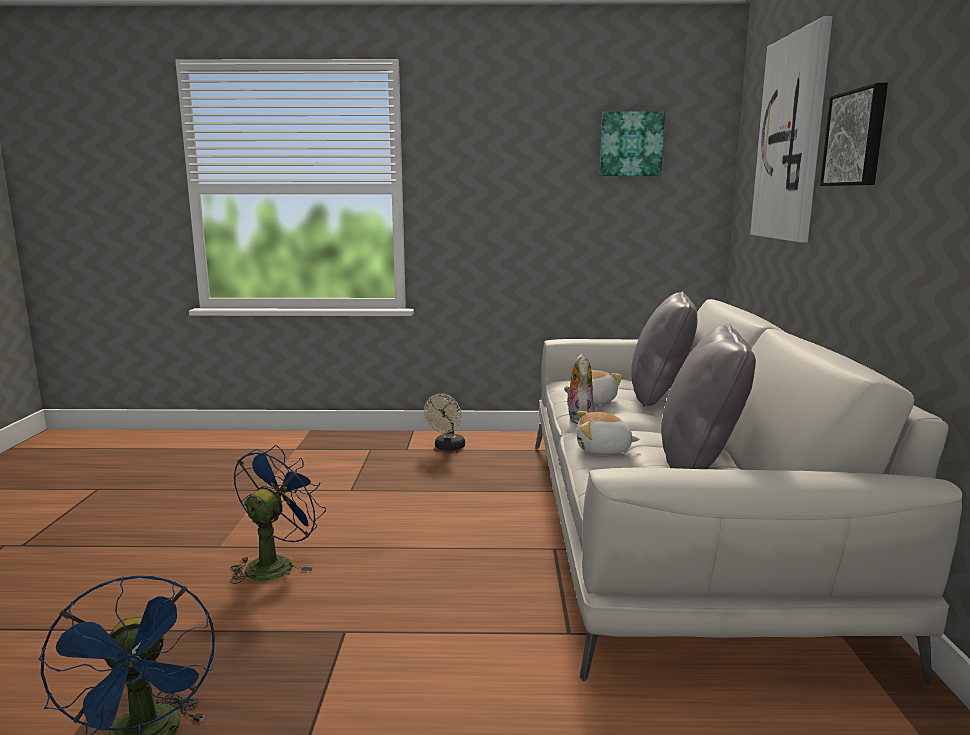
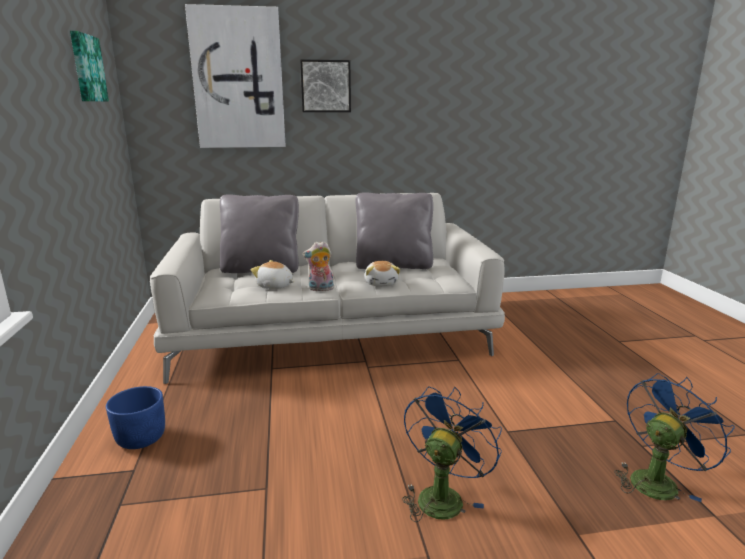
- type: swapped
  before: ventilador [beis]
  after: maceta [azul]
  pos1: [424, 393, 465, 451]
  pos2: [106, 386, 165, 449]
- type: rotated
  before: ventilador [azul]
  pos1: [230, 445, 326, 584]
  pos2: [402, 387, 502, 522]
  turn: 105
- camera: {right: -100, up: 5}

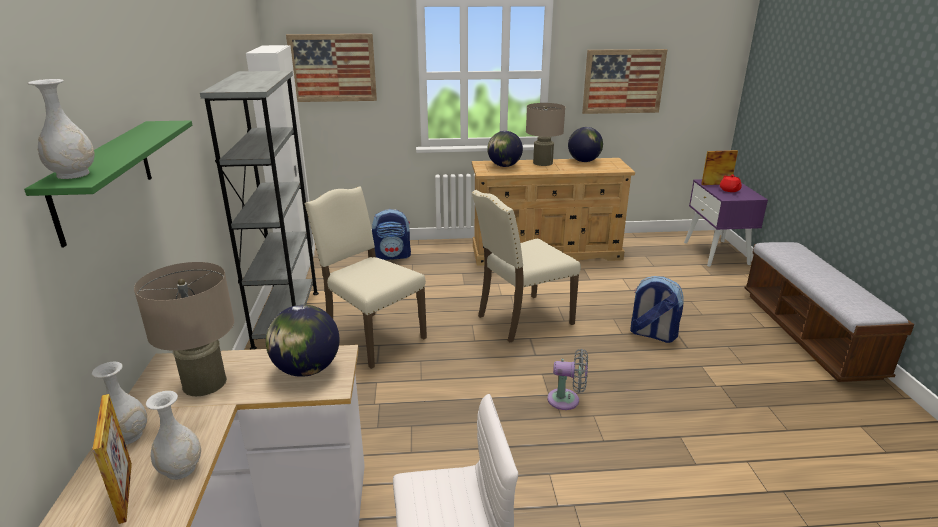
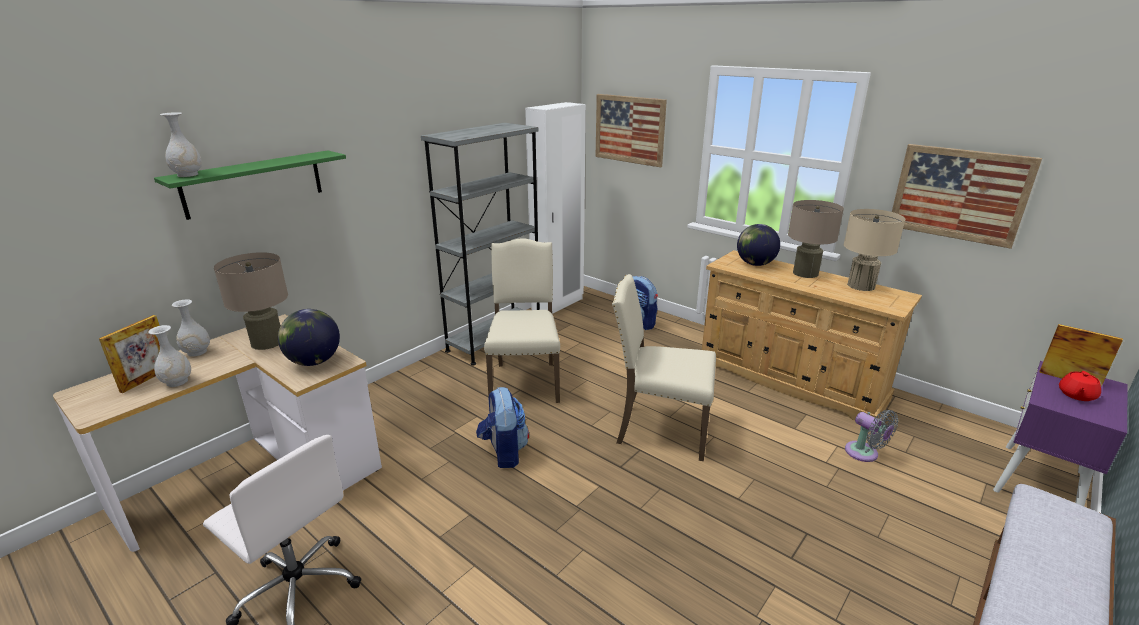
- type: shifted
  before: mochila
  pos1: [630, 276, 684, 343]
  pos2: [476, 387, 529, 468]
- type: swapped
  before: globo terráqueo
  after: lámpara de mesa [beis]
  pos1: [568, 127, 603, 162]
  pos2: [844, 209, 906, 291]
- type: shifted
  before: ventilador [gris]
  pos1: [547, 349, 588, 410]
  pos2: [845, 410, 898, 462]
- camera: {right: 45, up: 0}

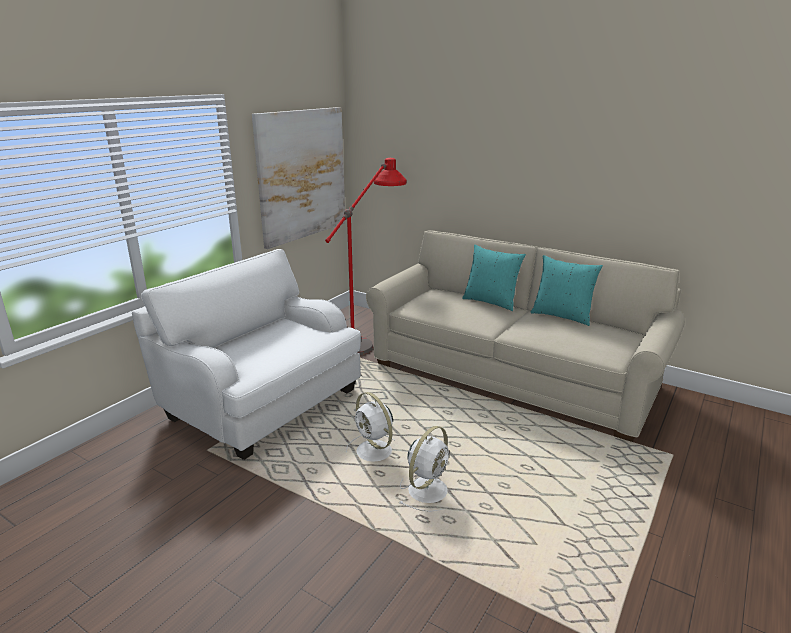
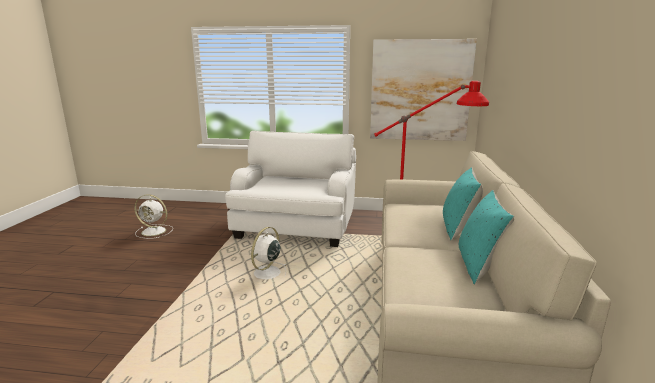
- type: shifted
  before: ventilador [blanco]
  pos1: [400, 426, 449, 512]
  pos2: [134, 194, 173, 239]
- camera: {right: 65, up: -5}

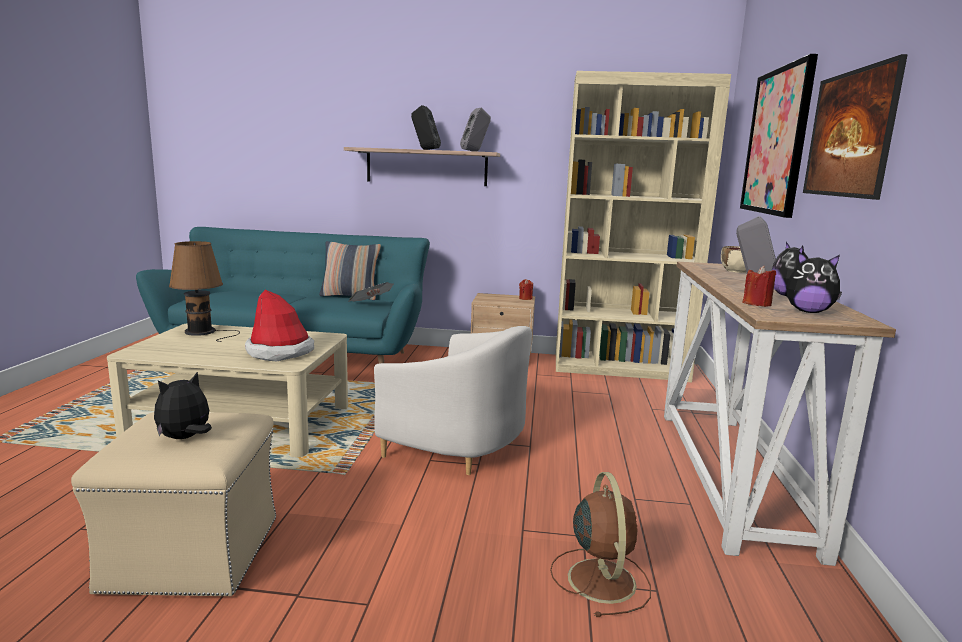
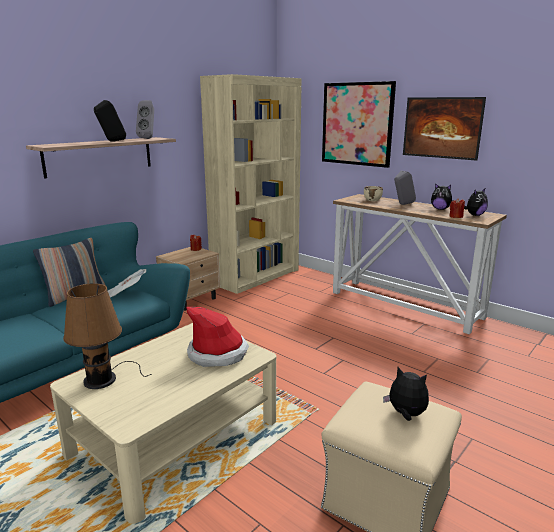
- type: rotated
  before: peluche
  pos1: [154, 372, 212, 439]
  pos2: [383, 367, 429, 421]
  turn: 135
- type: gone
  before: sillón [blanco]
  pos1: [374, 326, 532, 475]
- type: gone
  before: ventilador [marrón]
  pos1: [550, 472, 651, 617]
- camera: {right: -55, up: 5}

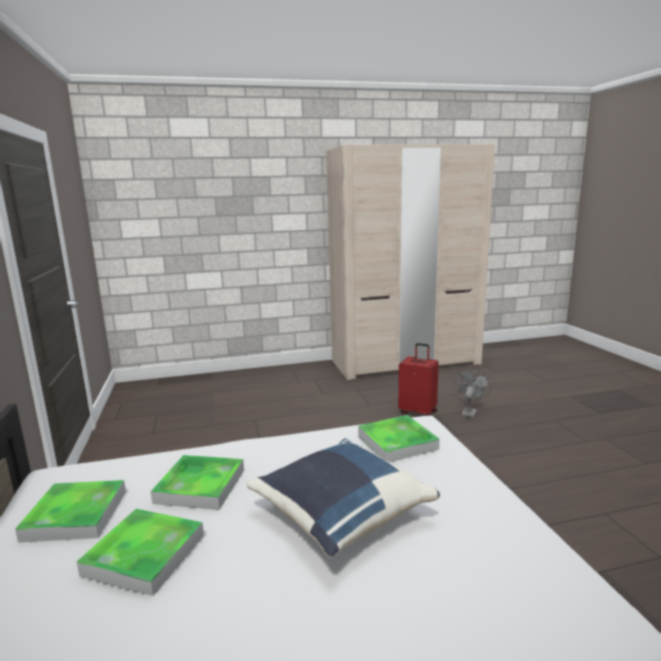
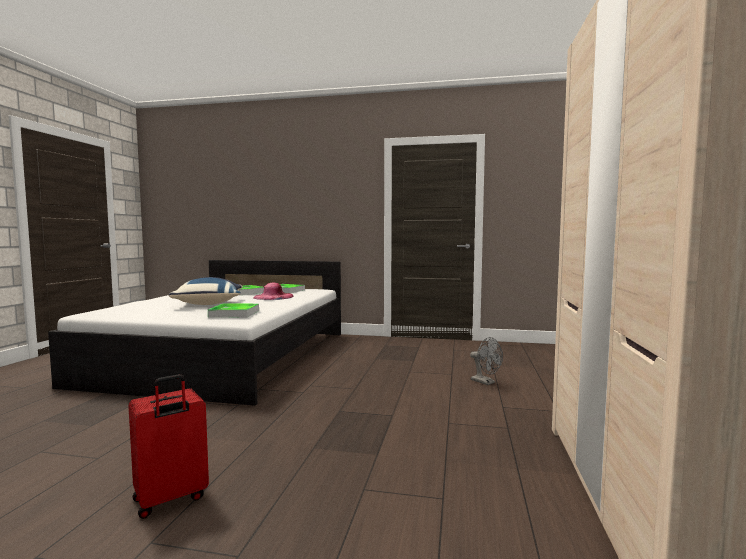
- type: shifted
  before: maleta [rojo]
  pos1: [398, 343, 439, 416]
  pos2: [128, 374, 209, 519]
- type: swapped
  before: bandeja
  after: sombrero [rosa]
  pos1: [151, 455, 244, 510]
  pos2: [253, 283, 294, 300]
- type: shifted
  before: ventilador [gris]
  pos1: [455, 370, 491, 418]
  pos2: [470, 337, 503, 385]
- camera: {right: 115, up: -10}

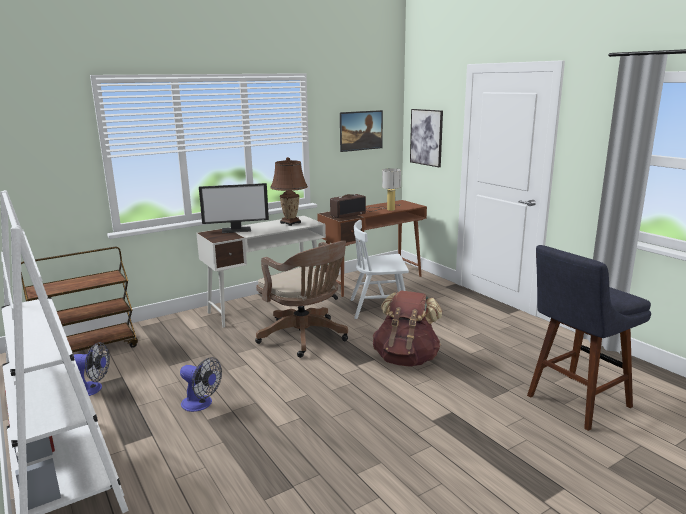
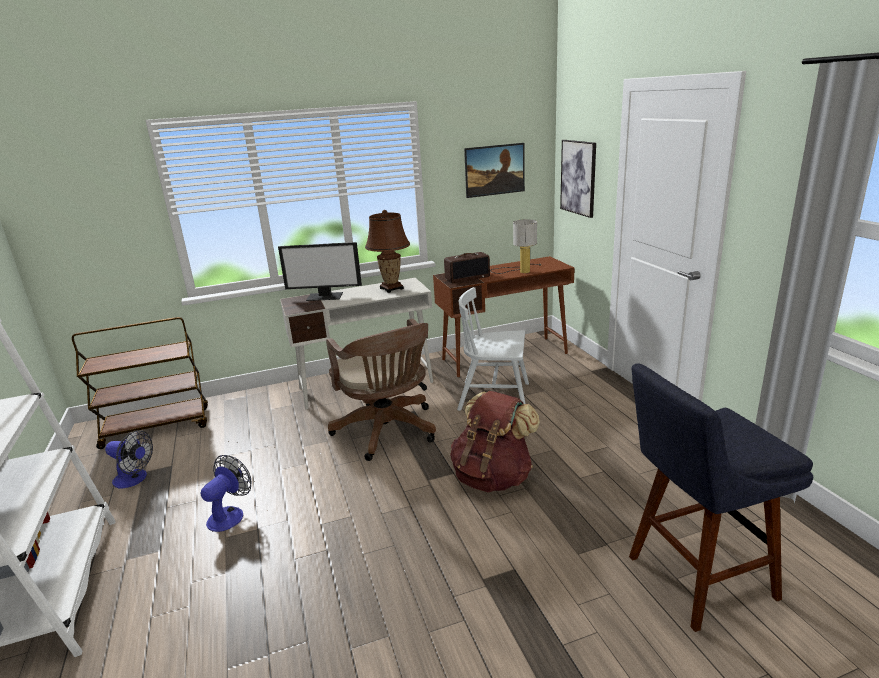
- type: rotated
  before: ventilador
  pos1: [180, 357, 222, 412]
  pos2: [201, 455, 251, 532]
  turn: -105
- camera: {right: 15, up: 5}

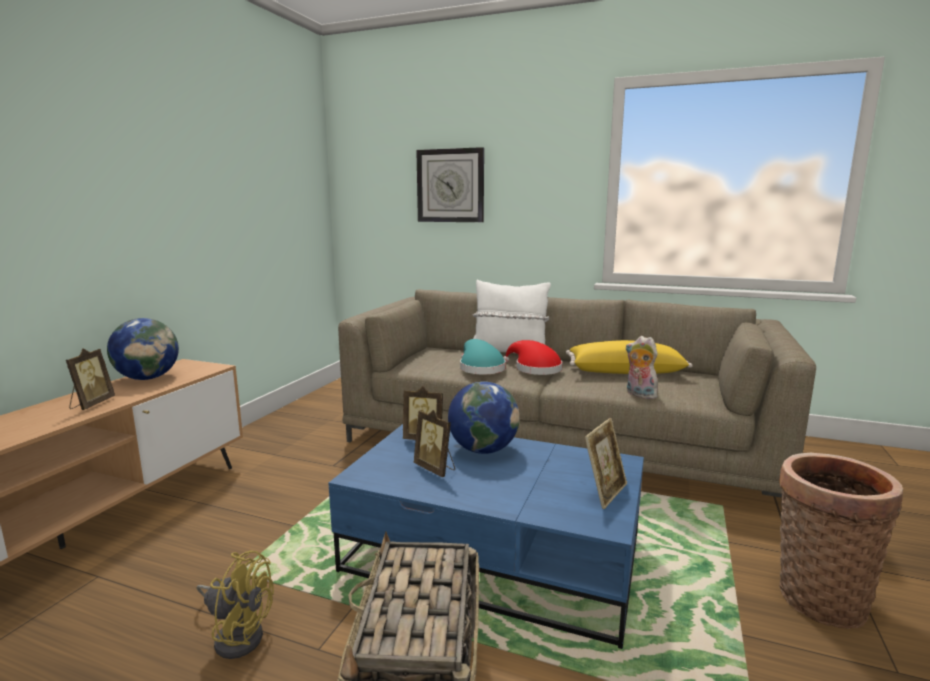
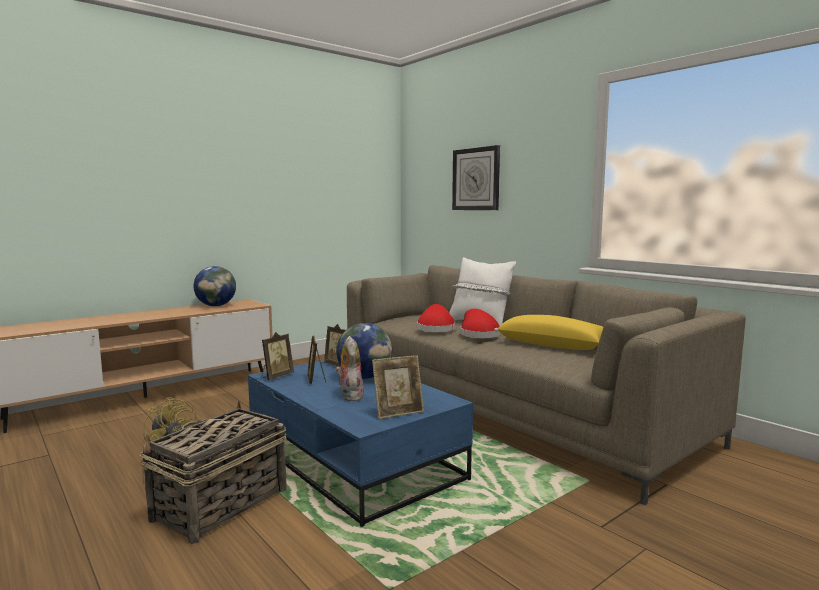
- type: shifted
  before: portarretratos
  pos1: [66, 348, 115, 410]
  pos2: [262, 332, 294, 380]
- type: shifted
  before: peluche
  pos1: [626, 336, 658, 399]
  pos2: [336, 336, 364, 401]
- type: repainted
  before: sombrero [turquesa]
  after: sombrero [rojo]
  pos1: [460, 339, 506, 374]
  pos2: [417, 304, 455, 332]
- type: gone
  before: cesta
  pos1: [779, 453, 903, 629]
- camera: {right: 30, up: -5}

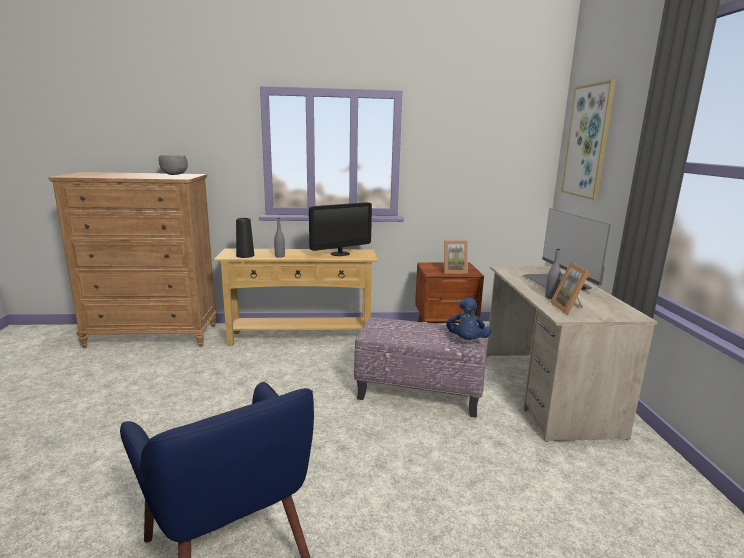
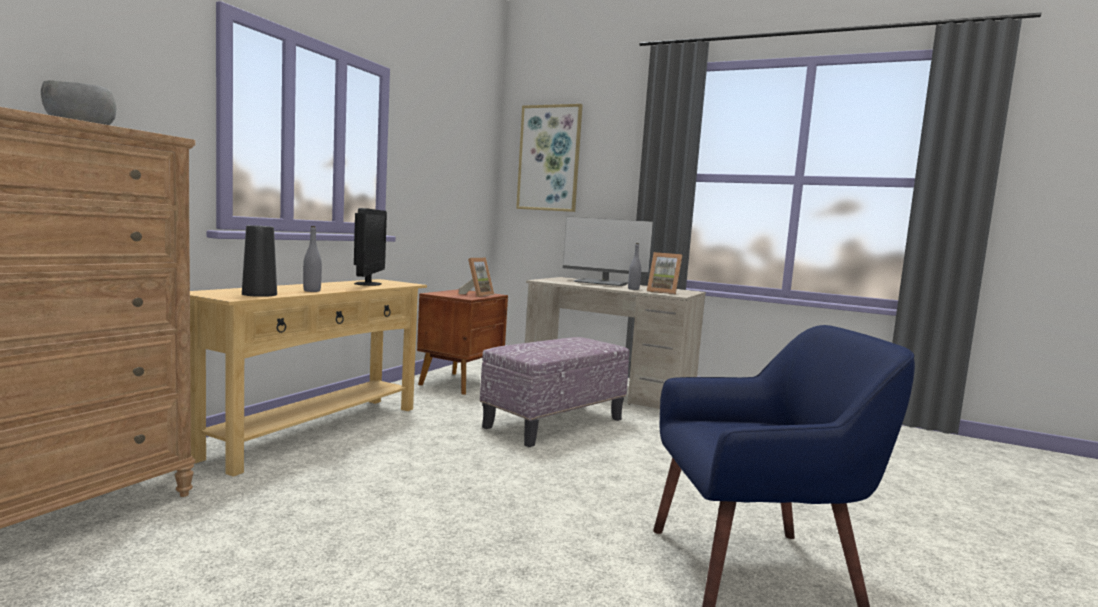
- type: gone
  before: peluche [azul]
  pos1: [446, 298, 491, 340]
- camera: {right: -60, up: -10}

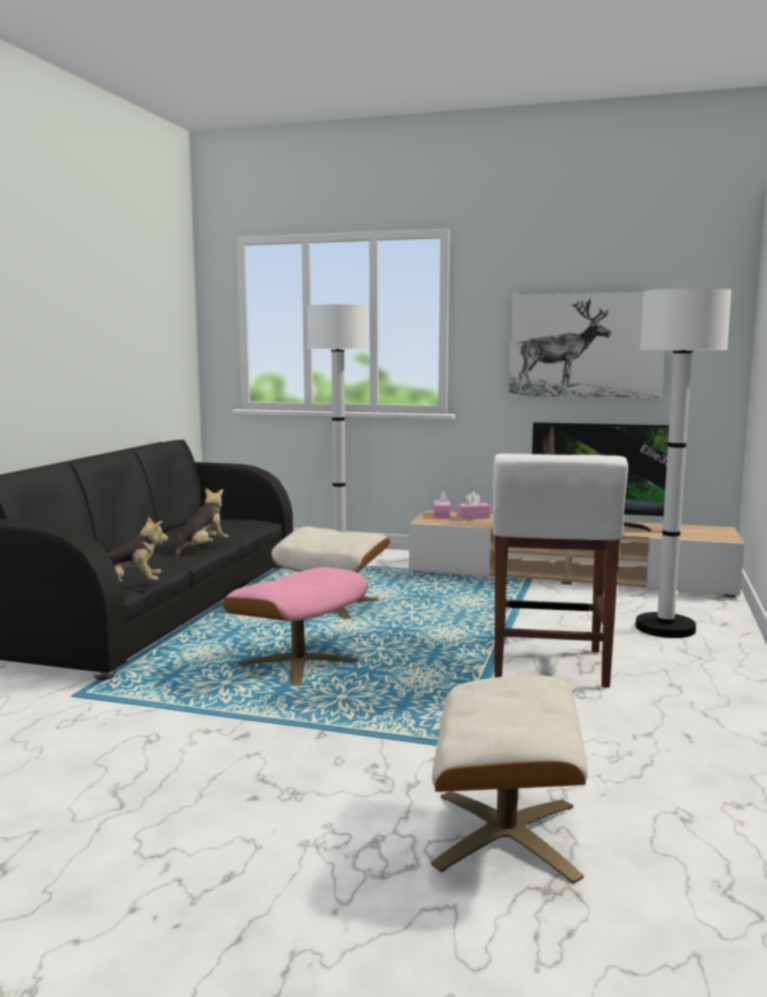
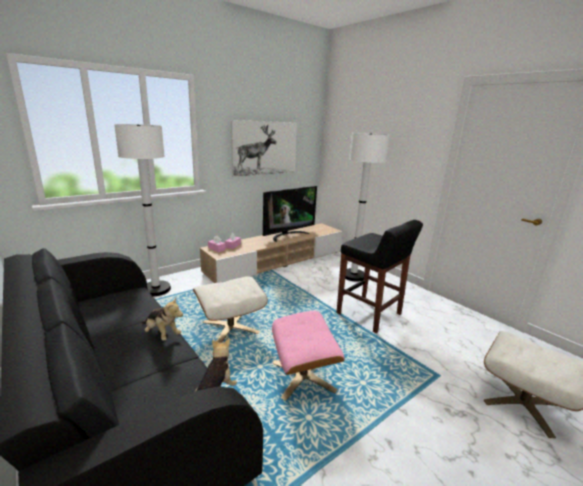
- type: rotated
  before: peluche
  pos1: [175, 488, 229, 557]
  pos2: [142, 298, 183, 340]
  turn: 150
- type: repainted
  before: taburete [blanco]
  after: taburete [negro]
  pos1: [492, 453, 628, 688]
  pos2: [337, 220, 423, 333]
- camera: {right: -55, up: 10}

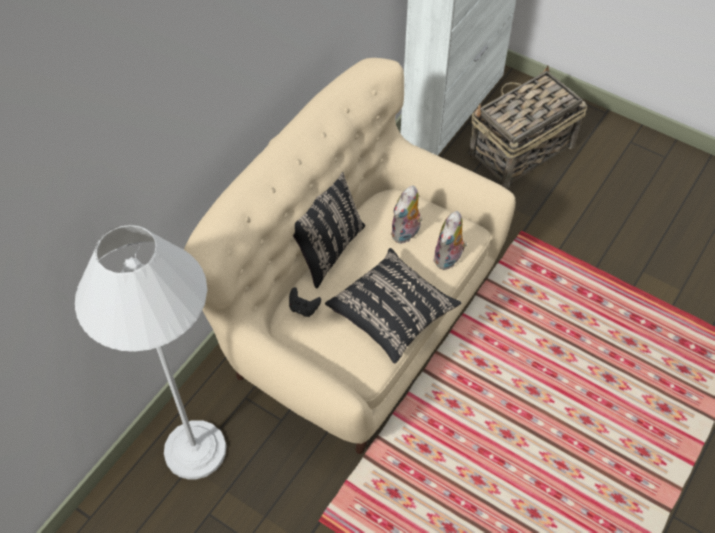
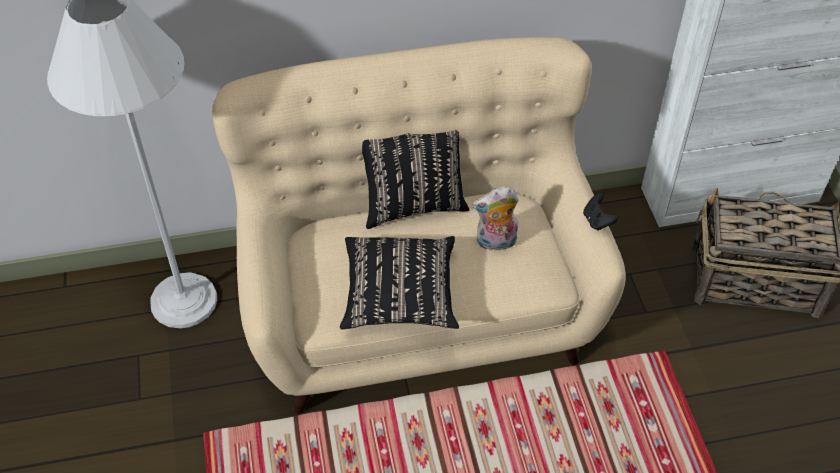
- type: shifted
  before: mando de consola [negro]
  pos1: [289, 287, 321, 317]
  pos2: [583, 193, 618, 231]
- type: gone
  before: peluche
  pos1: [433, 211, 467, 270]
- camera: {right: 45, up: -5}

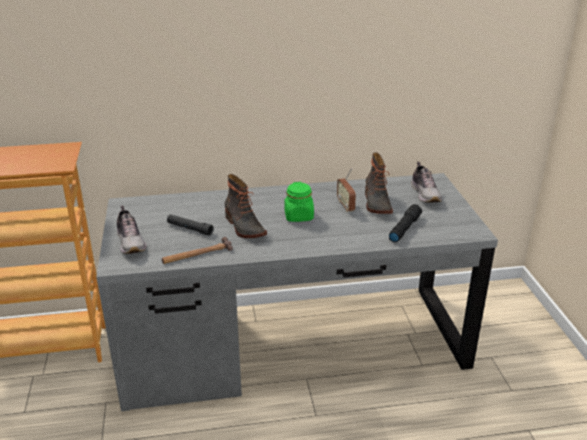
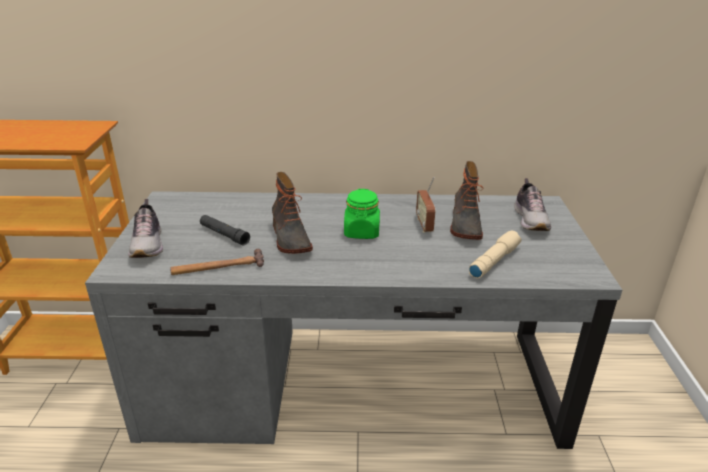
- type: repainted
  before: linterna [negro]
  after: linterna [beis]
  pos1: [389, 204, 422, 242]
  pos2: [469, 230, 522, 278]
- camera: {right: 10, up: 0}

